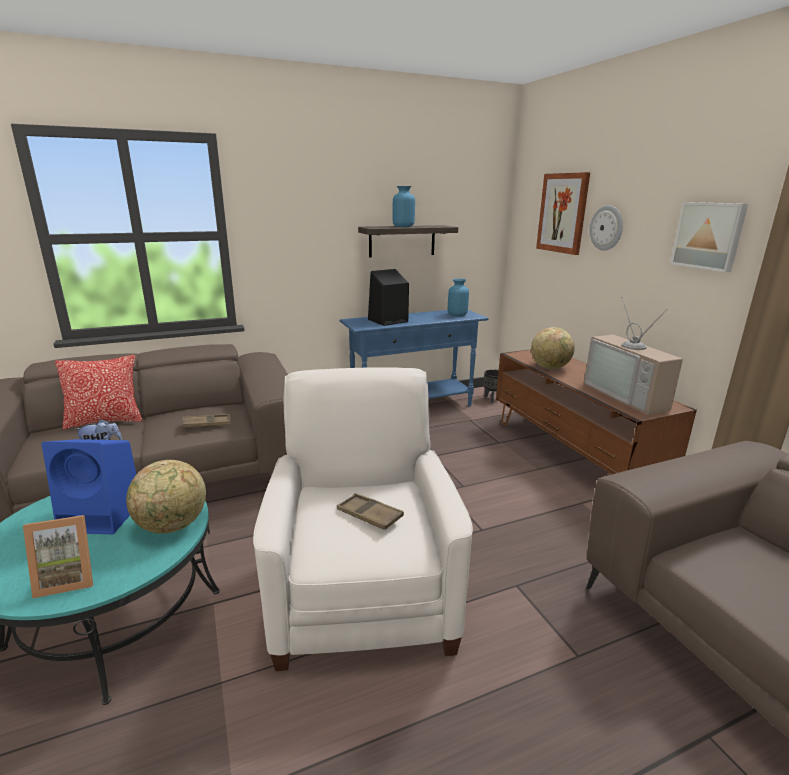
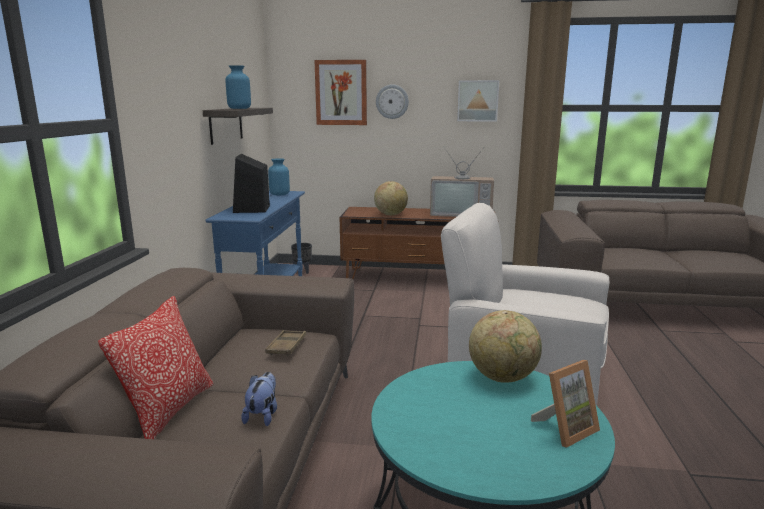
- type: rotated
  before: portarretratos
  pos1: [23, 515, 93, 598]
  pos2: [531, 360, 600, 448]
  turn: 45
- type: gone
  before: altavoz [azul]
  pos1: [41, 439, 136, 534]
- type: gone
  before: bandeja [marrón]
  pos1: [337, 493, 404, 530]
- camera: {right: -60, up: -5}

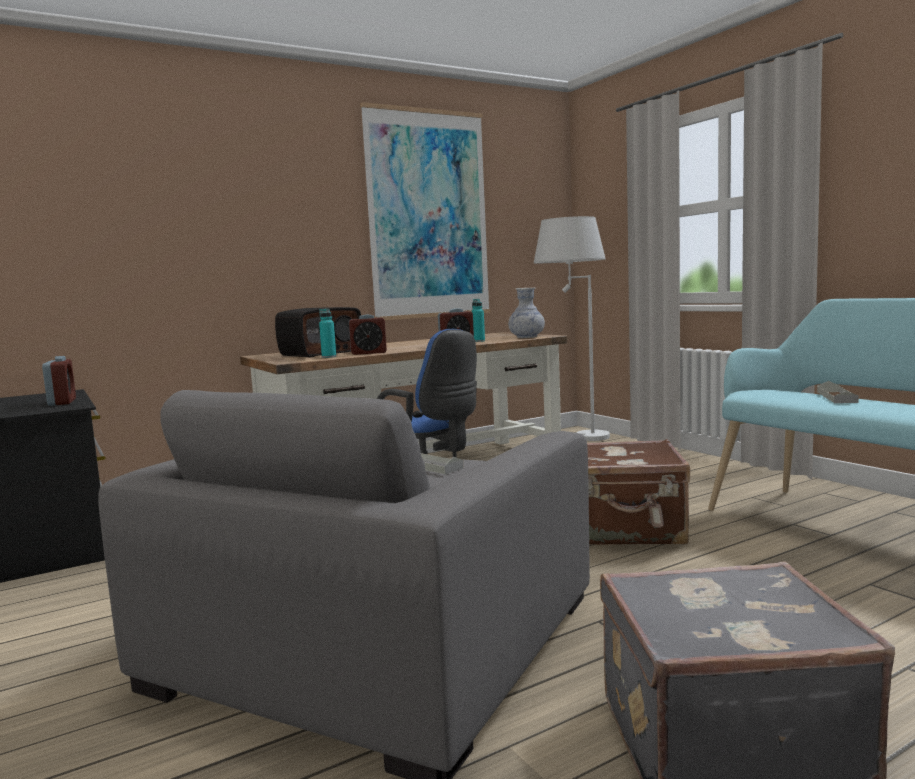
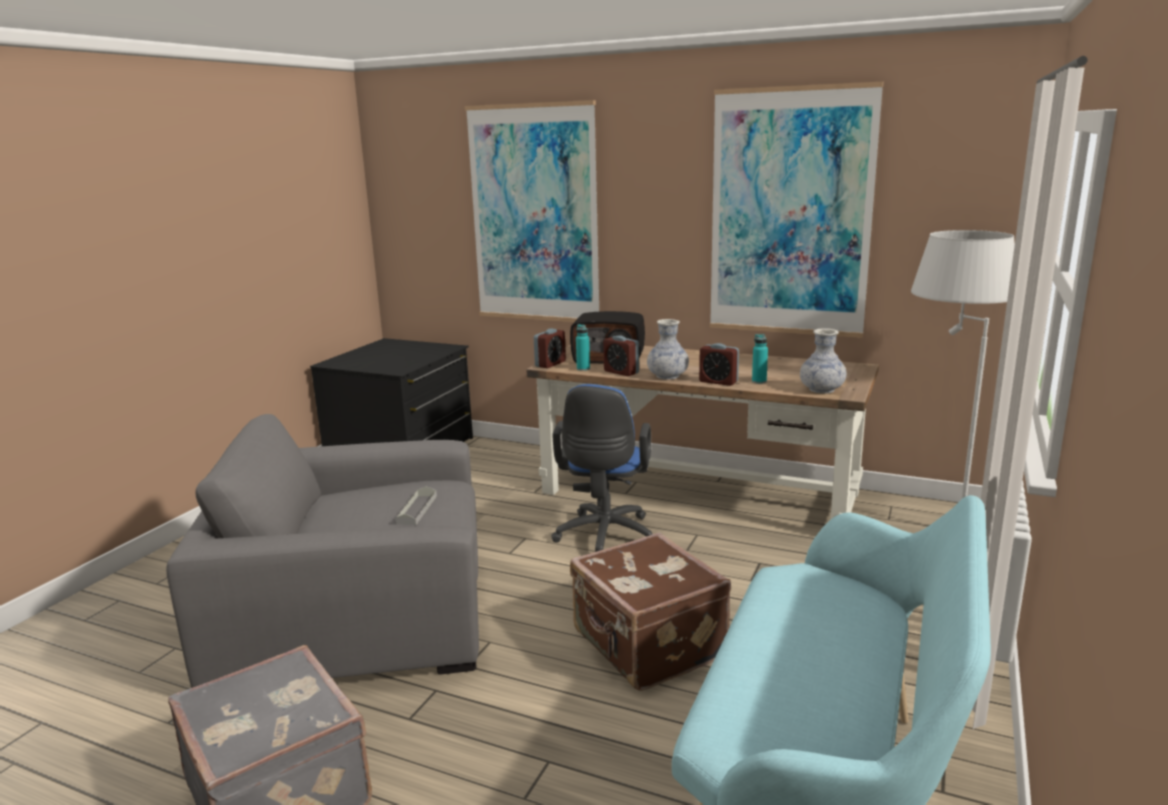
- type: new
  after: cuadro
  pos2: [465, 100, 599, 322]
- type: shifted
  before: despertador
  pos1: [42, 356, 76, 406]
  pos2: [534, 329, 566, 368]
- type: new
  after: florero
  pos2: [647, 319, 689, 380]
- type: gone
  before: bandeja [gris]
  pos1: [817, 381, 859, 403]
- camera: {right: 55, up: 10}

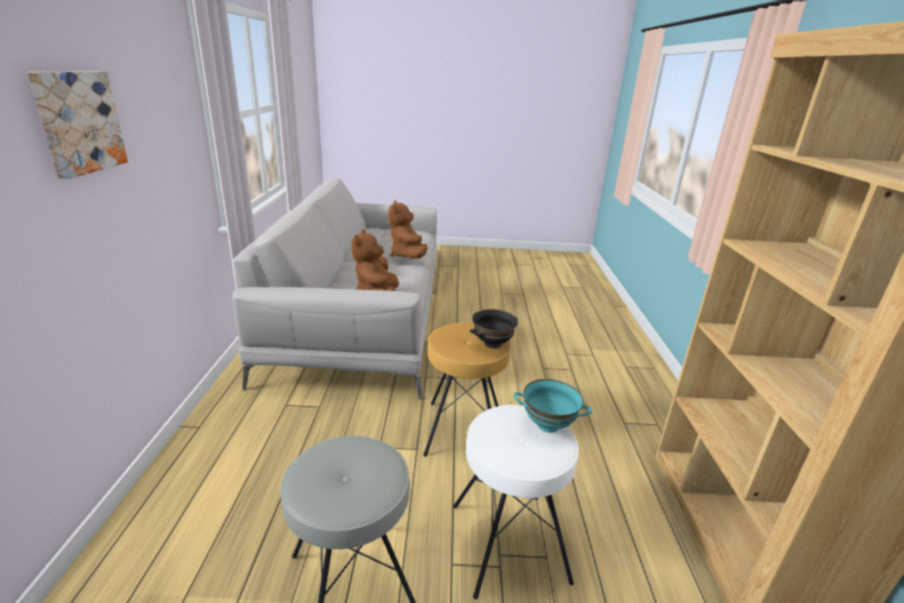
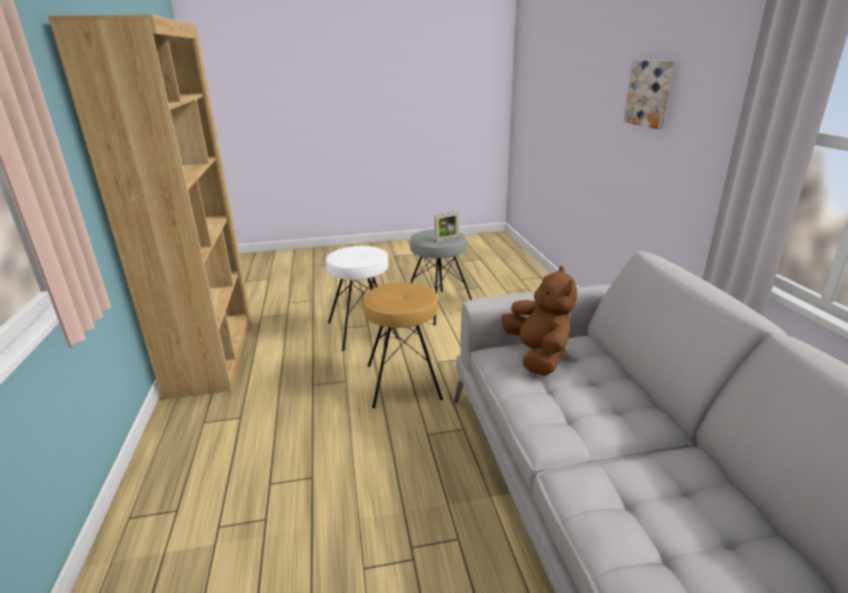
- type: new
  after: portarretratos
  pos2: [434, 211, 459, 242]
- type: gone
  before: peluche [marrón]
  pos1: [388, 201, 428, 259]
- type: gone
  before: cuenco [negro]
  pos1: [470, 309, 518, 349]
- type: gone
  before: cuenco [turquesa]
  pos1: [513, 379, 592, 433]
- camera: {right: 170, up: 0}

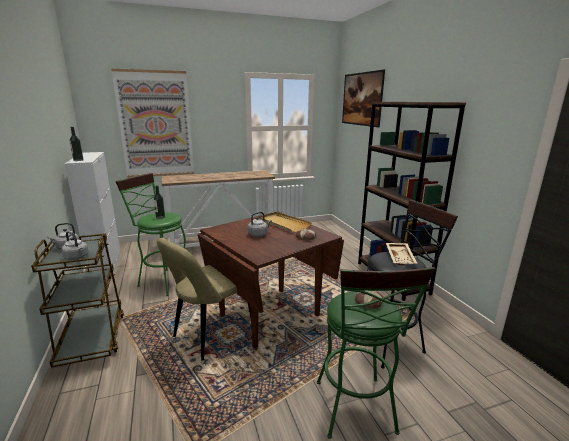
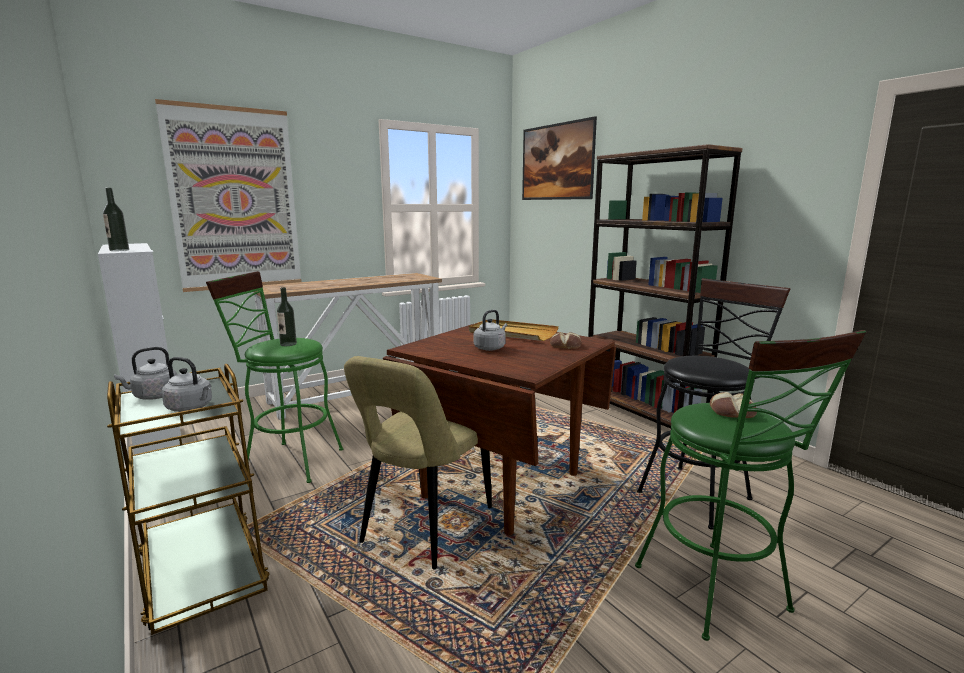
- type: gone
  before: bandeja [beis]
  pos1: [386, 243, 417, 265]
- camera: {right: -15, up: -5}

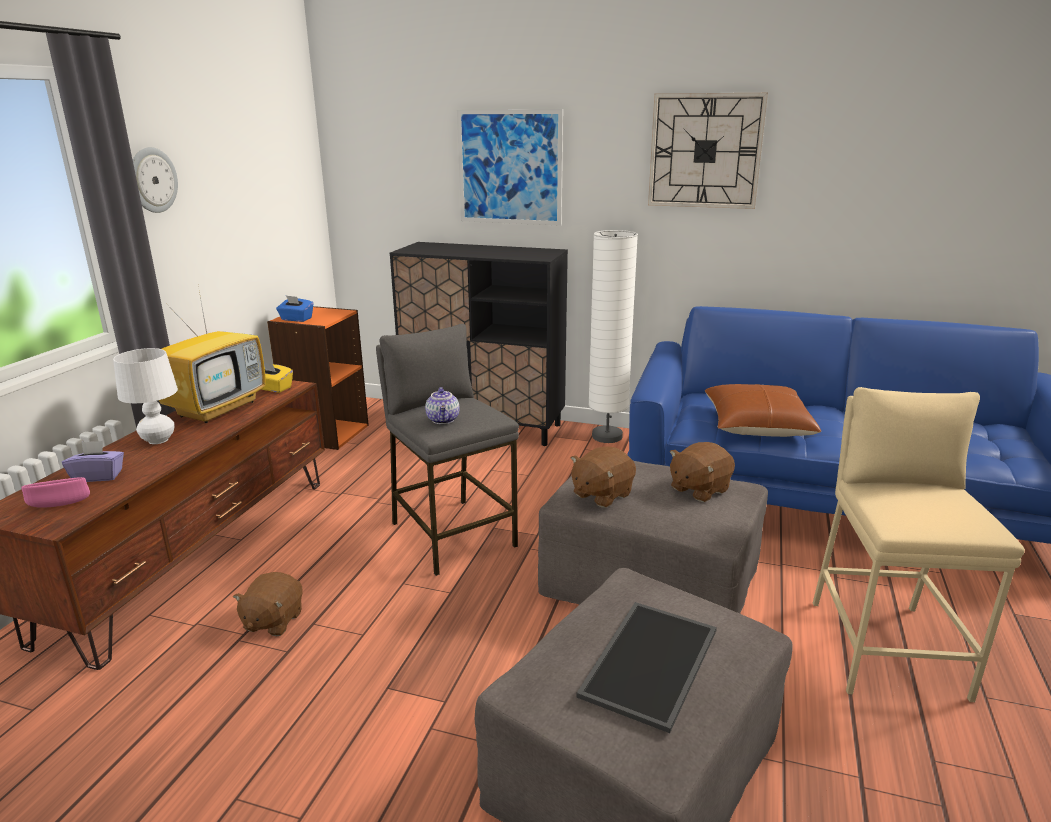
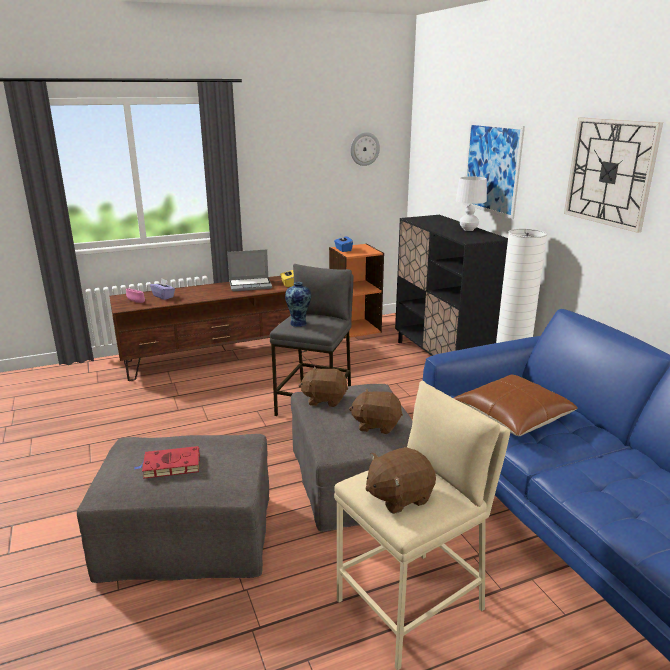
- type: swapped
  before: bandeja
  after: libro [rojo]
  pos1: [576, 602, 717, 733]
  pos2: [134, 446, 200, 479]
- type: swapped
  before: televisor
  after: portátil
  pos1: [159, 286, 266, 423]
  pos2: [227, 250, 272, 291]
- type: swapped
  before: tetera
  after: florero
  pos1: [425, 387, 459, 424]
  pos2: [285, 282, 311, 327]
- type: shifted
  before: reloj de pared
  pos1: [133, 147, 178, 213]
  pos2: [351, 132, 380, 166]
- type: shifted
  before: peluche [marrón]
  pos1: [233, 572, 303, 636]
  pos2: [365, 447, 436, 514]
- type: shifted
  before: lámpara de mesa [blanco]
  pos1: [113, 348, 178, 444]
  pos2: [456, 176, 487, 231]
- camera: {right: 50, up: 0}

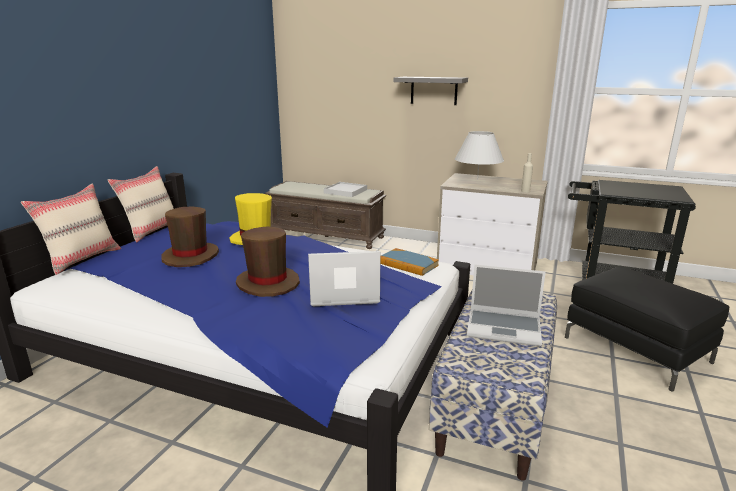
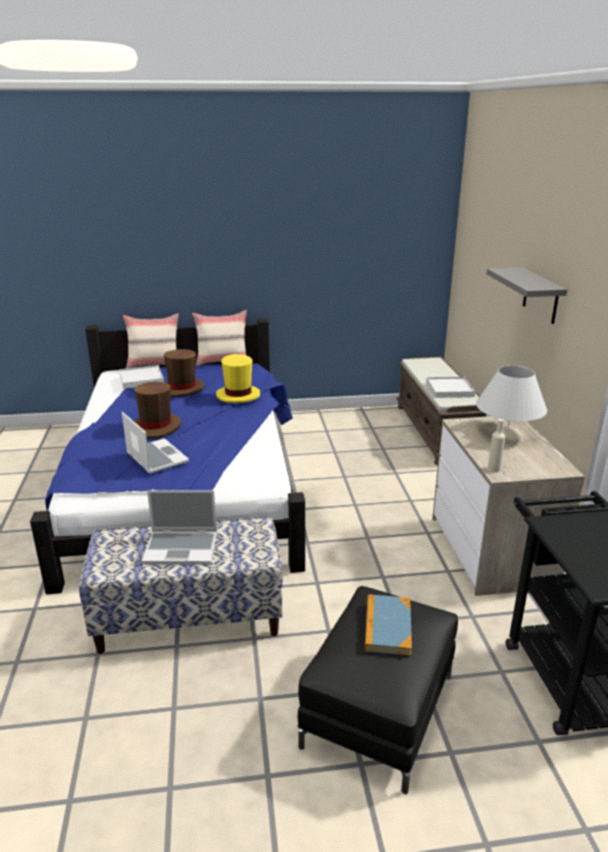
- type: new
  after: bandeja [blanco]
  pos2: [119, 365, 164, 389]
- type: rotated
  before: portátil
  pos1: [467, 264, 546, 346]
  pos2: [142, 491, 217, 564]
  turn: -75
- type: shifted
  before: libro
  pos1: [380, 248, 439, 276]
  pos2: [365, 594, 412, 656]
- camera: {right: 60, up: 5}

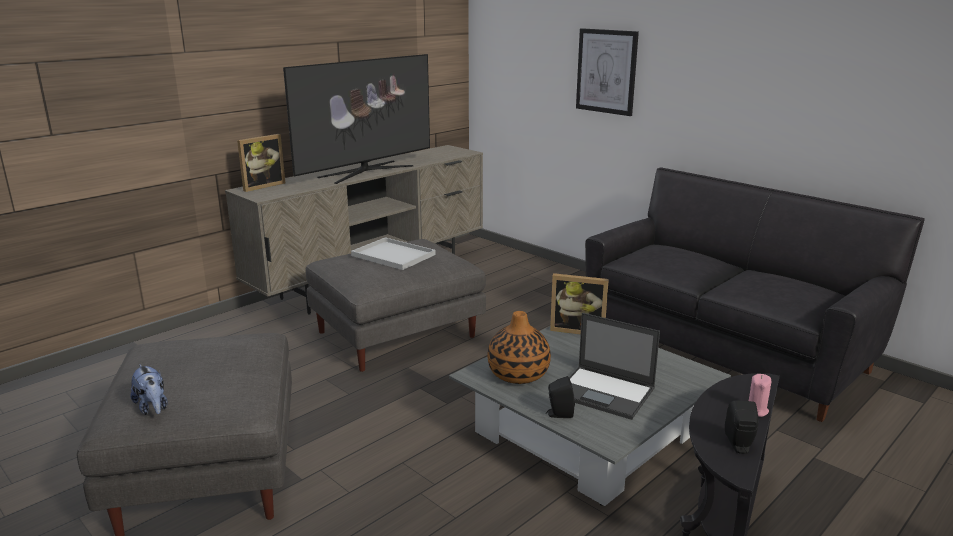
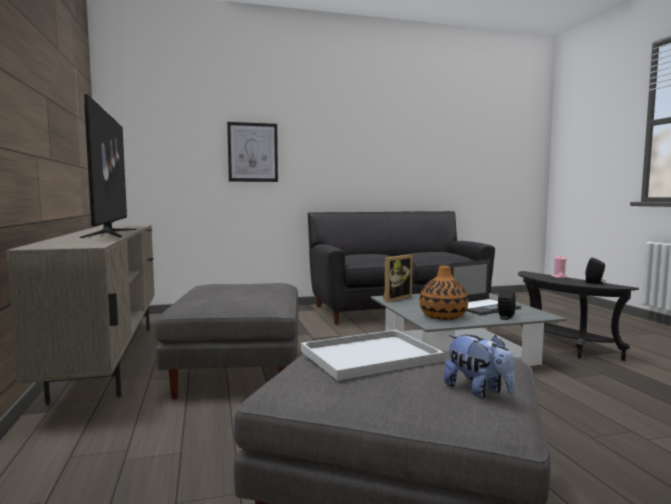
- type: shifted
  before: bandeja [blanco]
  pos1: [351, 237, 436, 270]
  pos2: [301, 330, 444, 380]
- type: rotated
  before: peluche
  pos1: [131, 364, 168, 415]
  pos2: [444, 335, 515, 399]
  turn: 60
- type: gone
  before: portarretratos
  pos1: [237, 134, 285, 192]
- camera: {right: -60, up: -15}

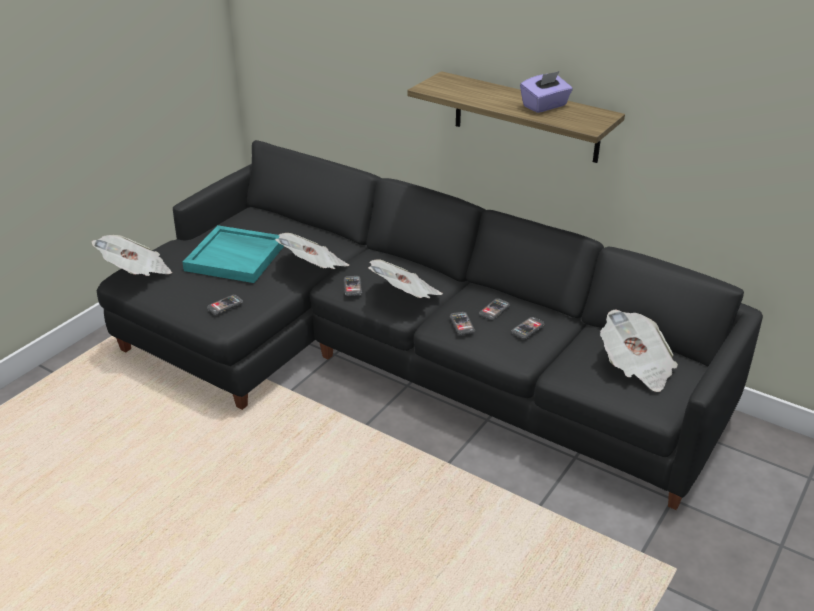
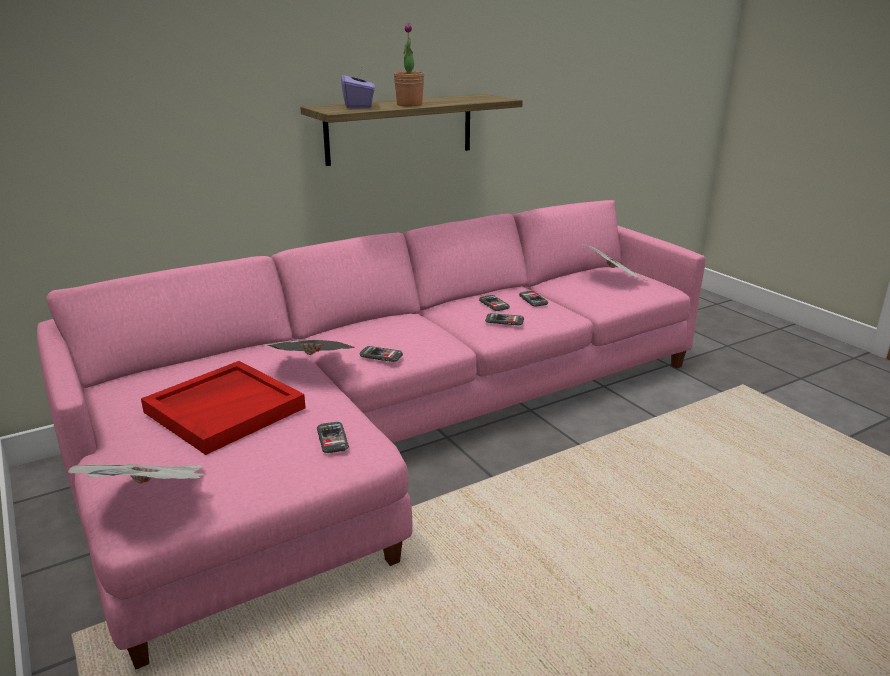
- type: repainted
  before: sofá [negro]
  after: sofá [rosa]
  pos1: [97, 140, 763, 510]
  pos2: [37, 200, 706, 670]
- type: repainted
  before: bandeja [turquesa]
  after: bandeja [rojo]
  pos1: [182, 225, 284, 283]
  pos2: [141, 361, 306, 455]
- type: shifted
  before: caja de pañuelos [morado]
  pos1: [520, 71, 573, 113]
  pos2: [341, 67, 375, 109]
- type: new
  after: planta en maceta
  pos2: [394, 23, 424, 106]
- type: gone
  before: periódico
  pos1: [368, 259, 443, 298]
- camera: {right: -65, up: -10}

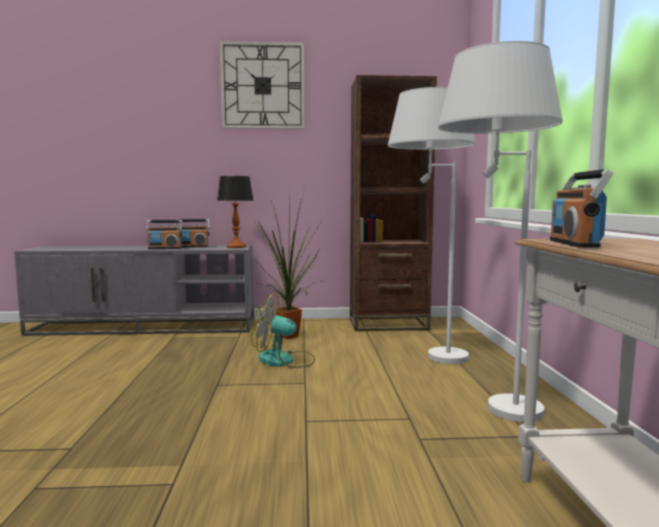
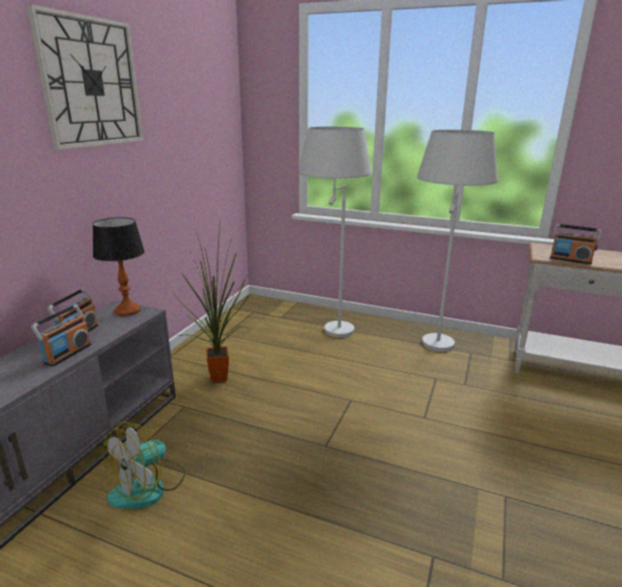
- type: shifted
  before: ventilador
  pos1: [251, 293, 315, 368]
  pos2: [103, 422, 186, 509]
- type: gone
  before: estantería [marrón]
  pos1: [350, 75, 437, 331]
- camera: {right: -65, up: 15}

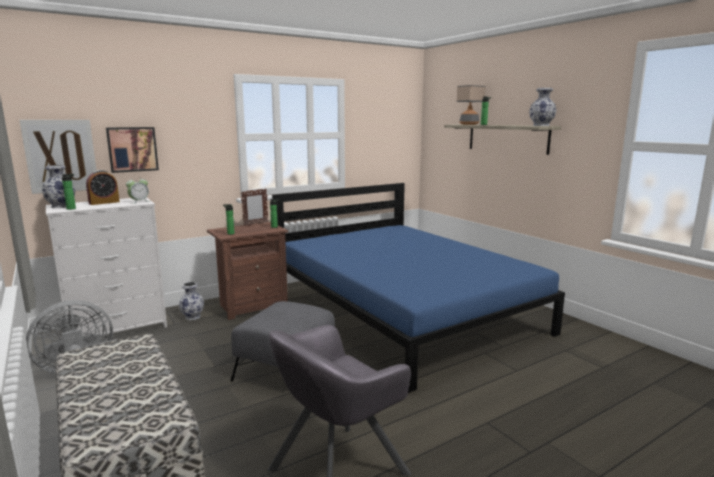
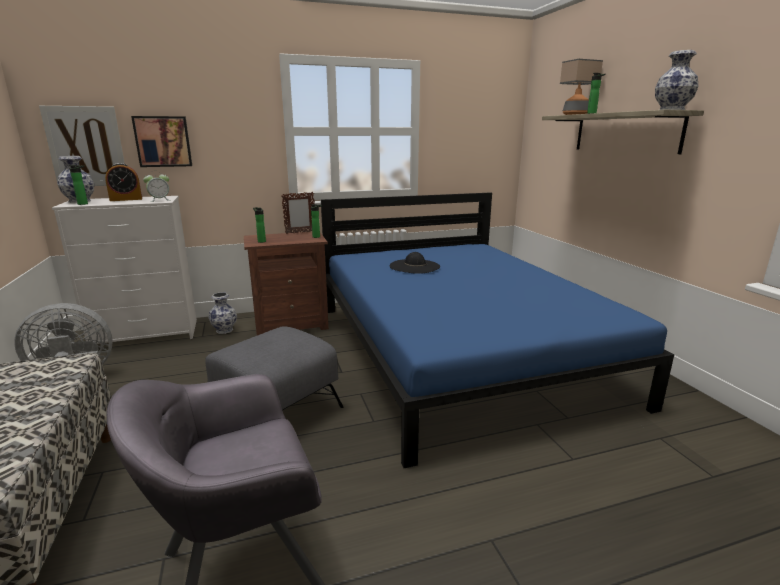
- type: new
  after: sombrero [negro]
  pos2: [390, 252, 440, 274]
- camera: {right: 15, up: 5}

